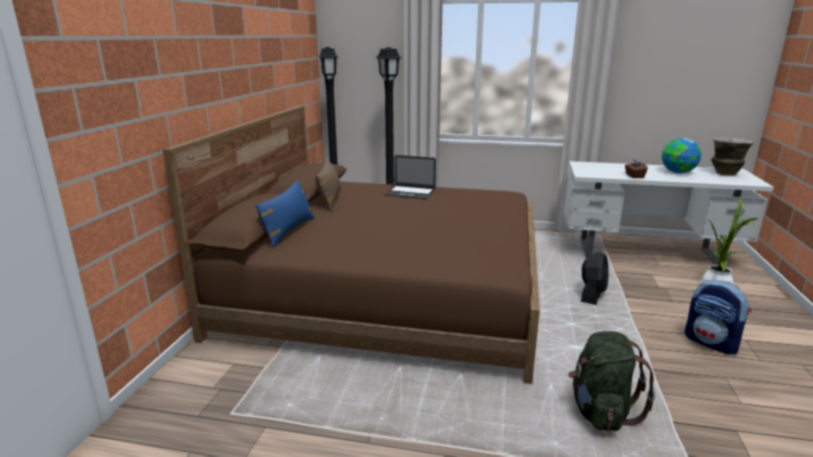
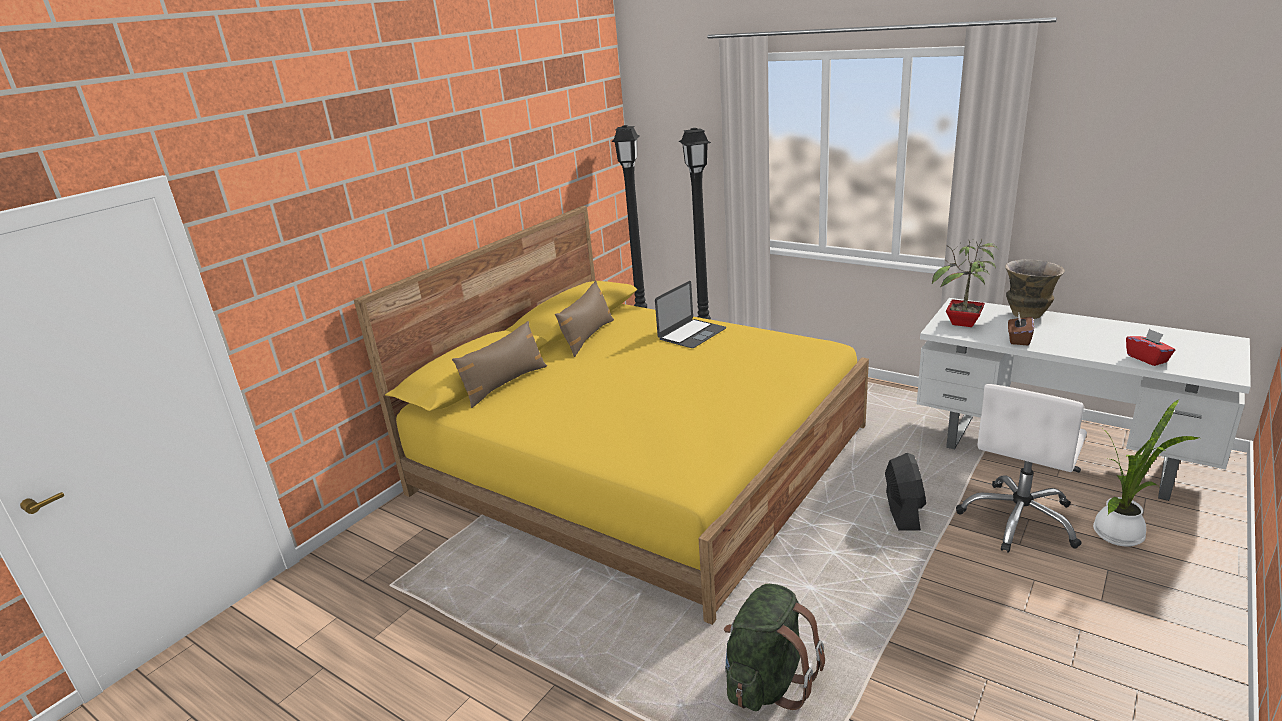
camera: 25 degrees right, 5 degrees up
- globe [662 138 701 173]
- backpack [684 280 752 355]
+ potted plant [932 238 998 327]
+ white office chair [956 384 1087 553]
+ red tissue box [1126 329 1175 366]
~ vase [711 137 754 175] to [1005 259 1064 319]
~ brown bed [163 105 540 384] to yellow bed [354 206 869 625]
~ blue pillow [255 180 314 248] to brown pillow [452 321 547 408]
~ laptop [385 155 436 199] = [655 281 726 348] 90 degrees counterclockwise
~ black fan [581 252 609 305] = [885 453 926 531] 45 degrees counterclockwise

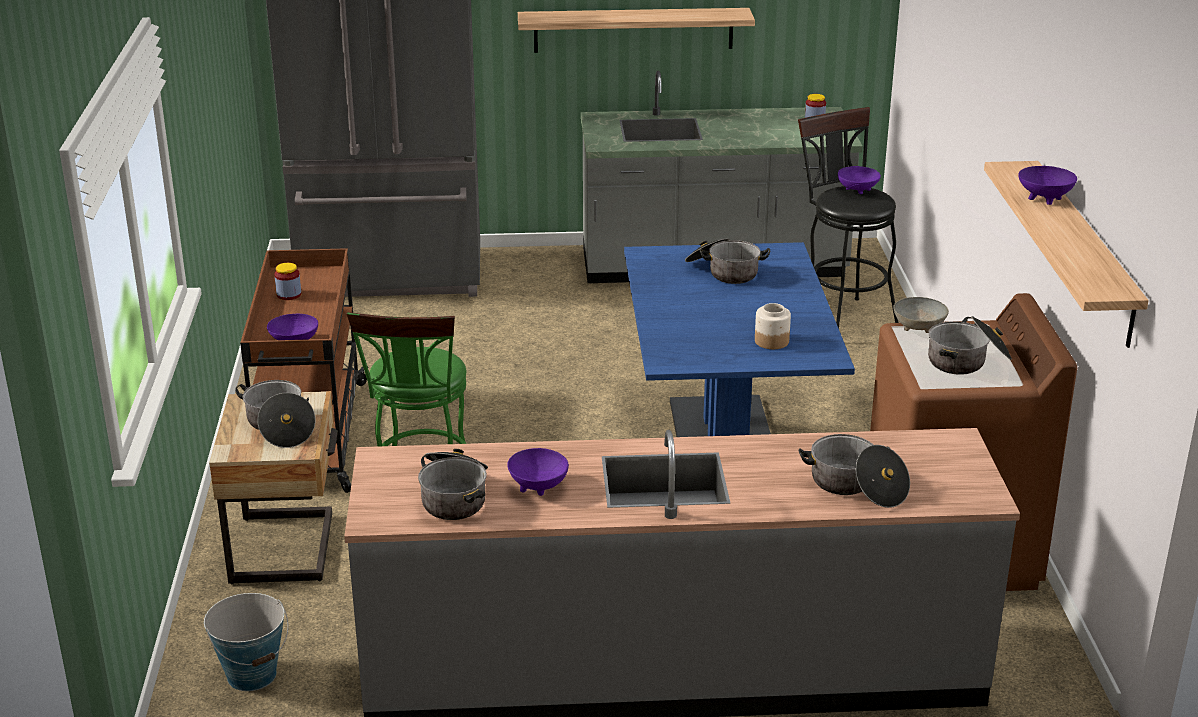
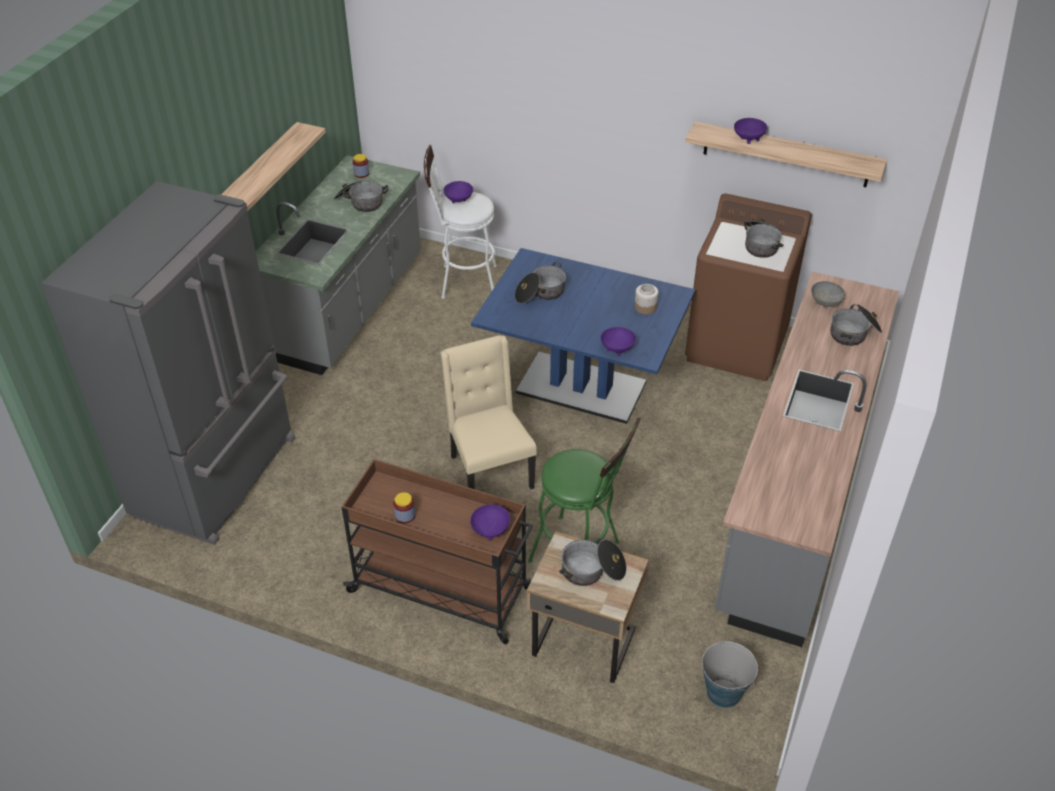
camera: 65 degrees left, 15 degrees up
+ beige chair [441 335 537 489]
~ cooking pot [418 449 488 520] to [334 181 389 212]
~ purple bowl [507 448 569 496] to [601 327 636 356]
~ grey bowl [893 297 949 333] to [811 281 845 309]
~ black stool [798 107 899 328] to white stool [424 144 497 299]

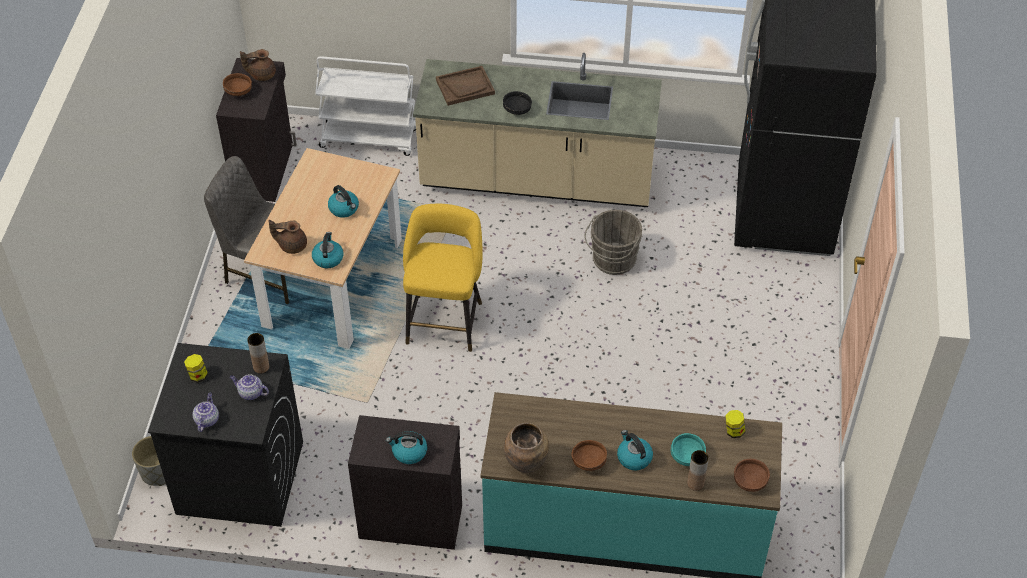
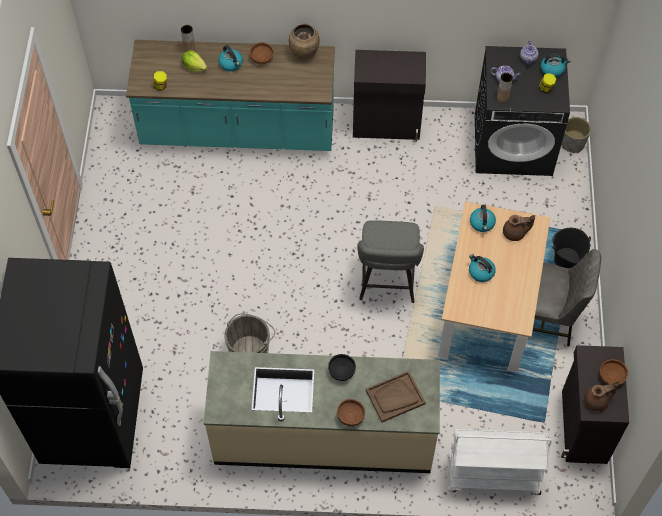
camera: 175 degrees right, 10 degrees up
+ black bucket [552 228 591 268]
~ kettle [386 431 427 464] to [541 54 570 77]
~ brown bowl [734 459 770 492] to [337 399 365 427]
~ turquoise bowl [671 433 706 466] to lettuce [182 50 207 72]
~ yellow stool [403 204 483 352] to grey stool [357 220 424 303]

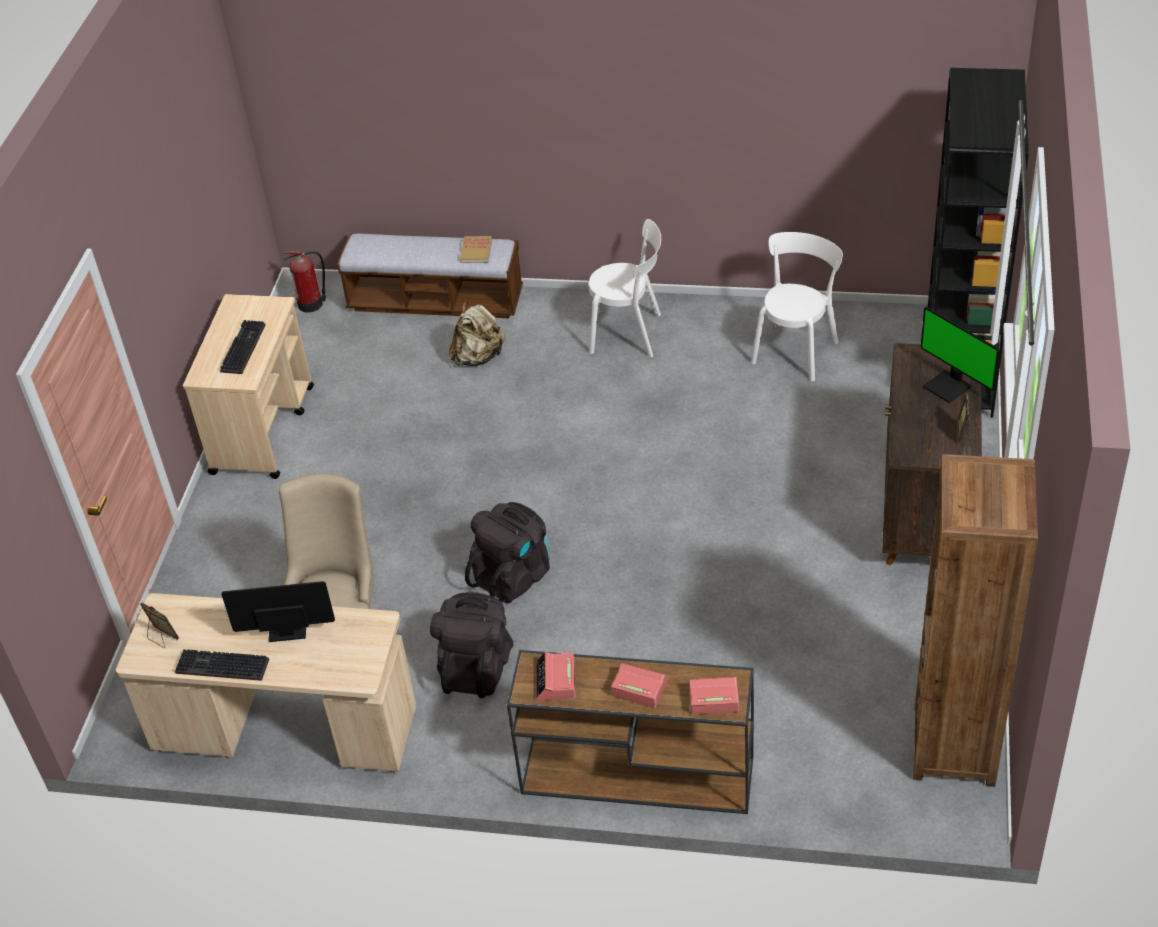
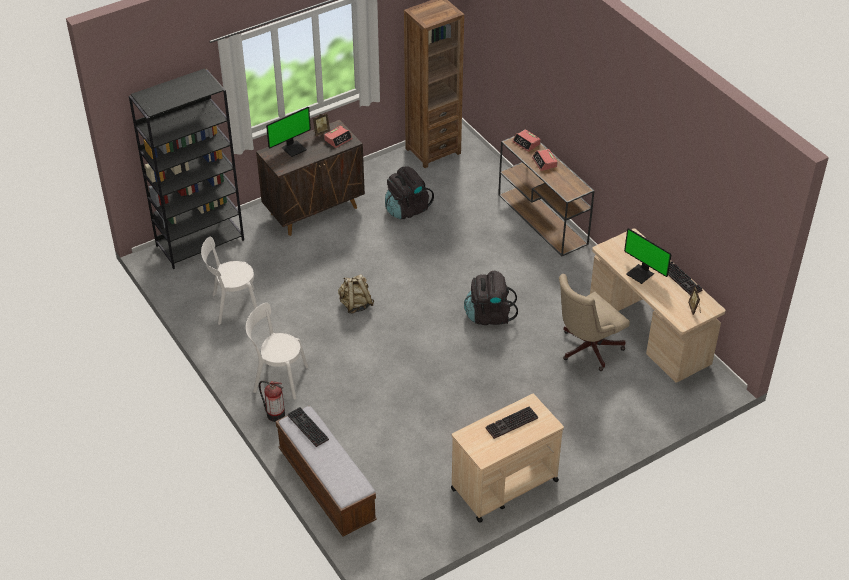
camera: 135 degrees left, 0 degrees up
~ fire extinguisher [283 251 326 313] to [259 381 285 422]
~ black backpack [430 592 513 698] to [385 166 434 219]
~ beige backpack [449 302 505 366] to [338 274 374 314]
~ alarm clock [536 652 576 701] to [324 126 353 148]
~ book [460 236 492 263] to keyboard [287 407 329 447]
~ white chair [589 219 661 357] = [246 303 308 399] 45 degrees counterclockwise
~ monitor [921 307 1000 403] = [266 107 311 157] 45 degrees clockwise

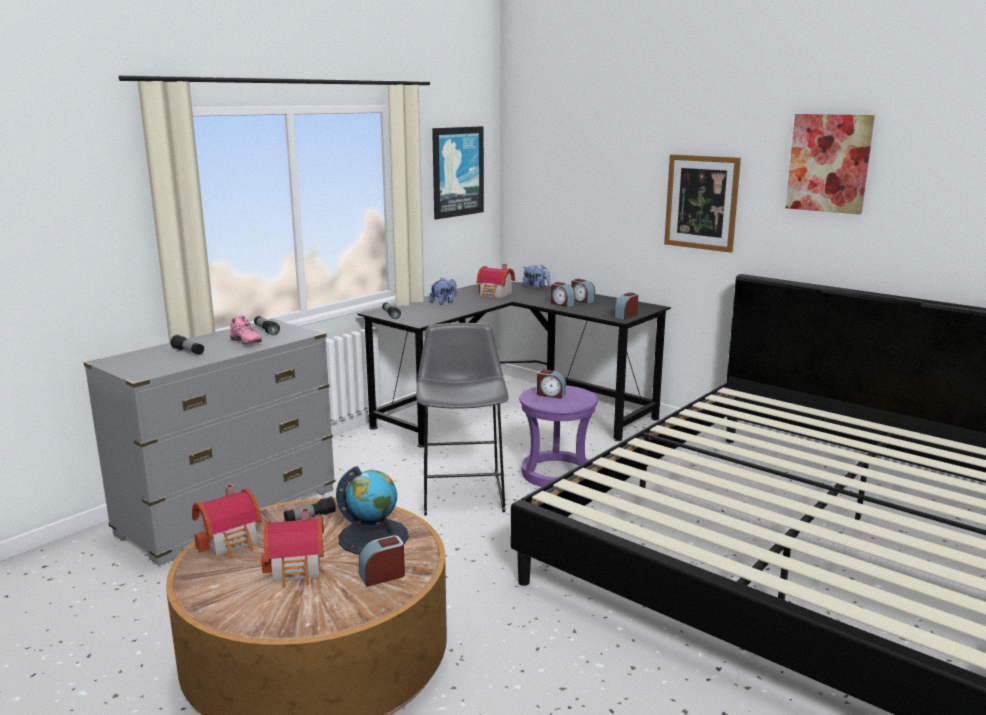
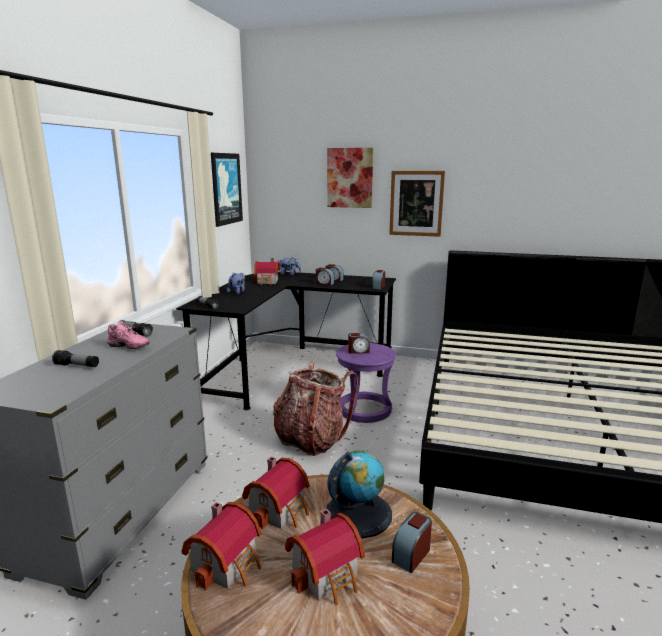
camera: 25 degrees left, 0 degrees up
~ picture [785 114 875 215] to [327 148 373 208]
~ flashlight [284 496 336 521] to toy house [242 456 310 529]
~ grey stool [416 323 509 515] to backpack [273 362 358 456]

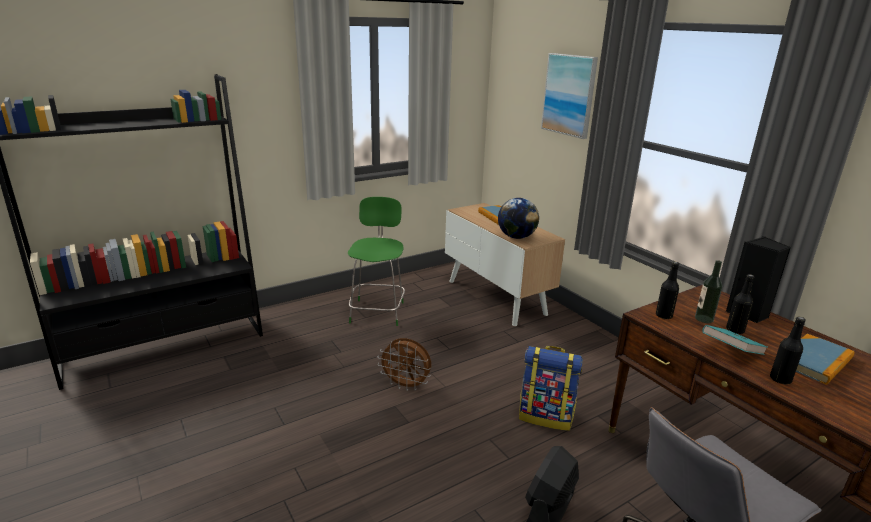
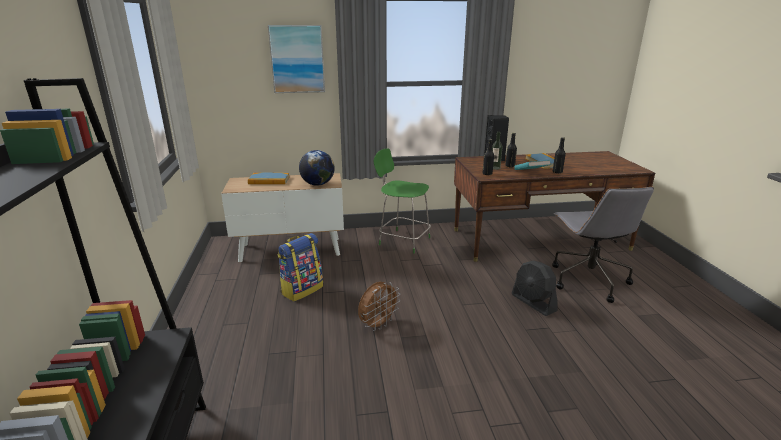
camera: 65 degrees left, 0 degrees up
~ green chair [348 197 405 326] to [374 148 431 253]
~ backpack [519 346 582 431] to [277 233 323 301]

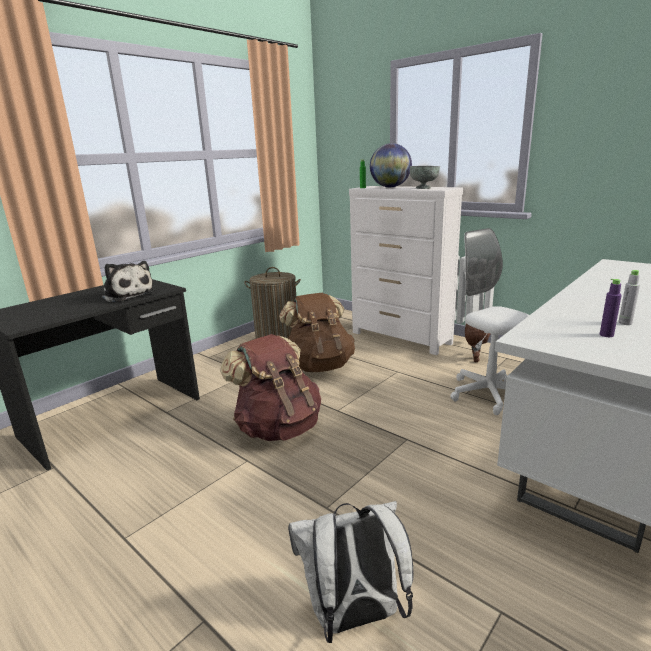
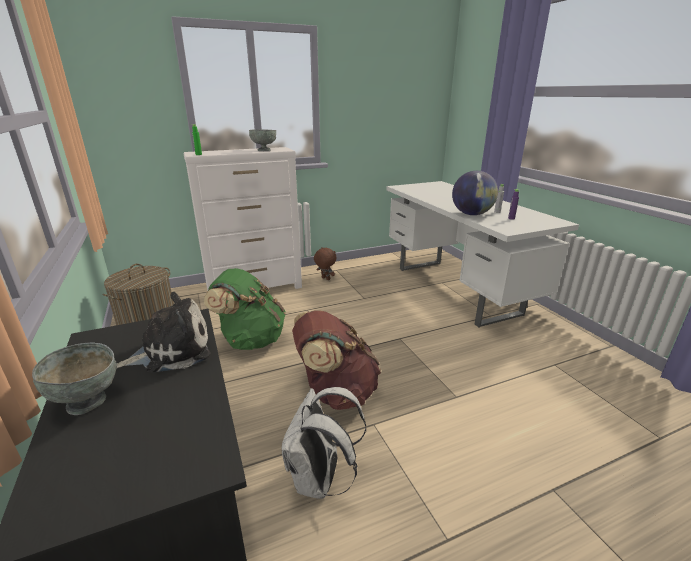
camera: 65 degrees left, 5 degrees up
- white office chair [450 228 529 415]
+ grey bowl [32 343 117 415]
~ white backpack [288 501 413 643] to [282 387 366 499]
~ globe [370 143 412 187] to [452 171 498 215]
~ brown backpack [279 293 355 372] to green backpack [204 268 286 350]

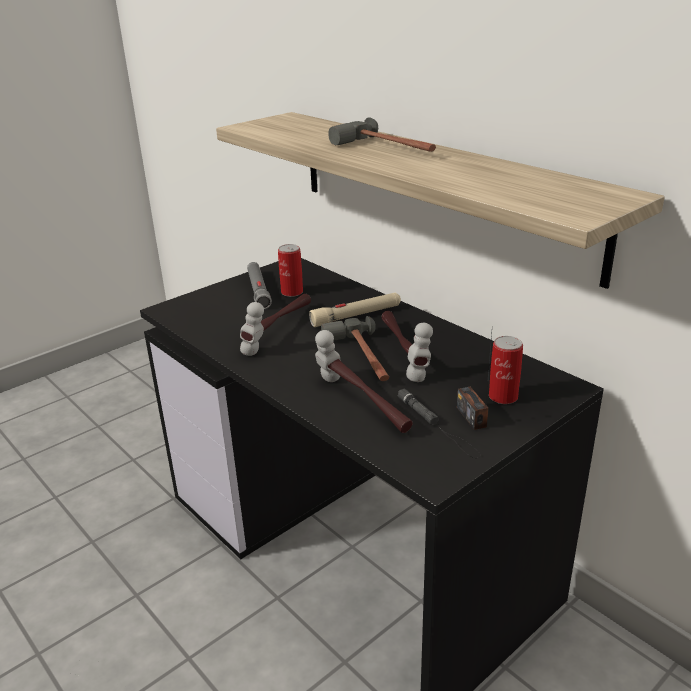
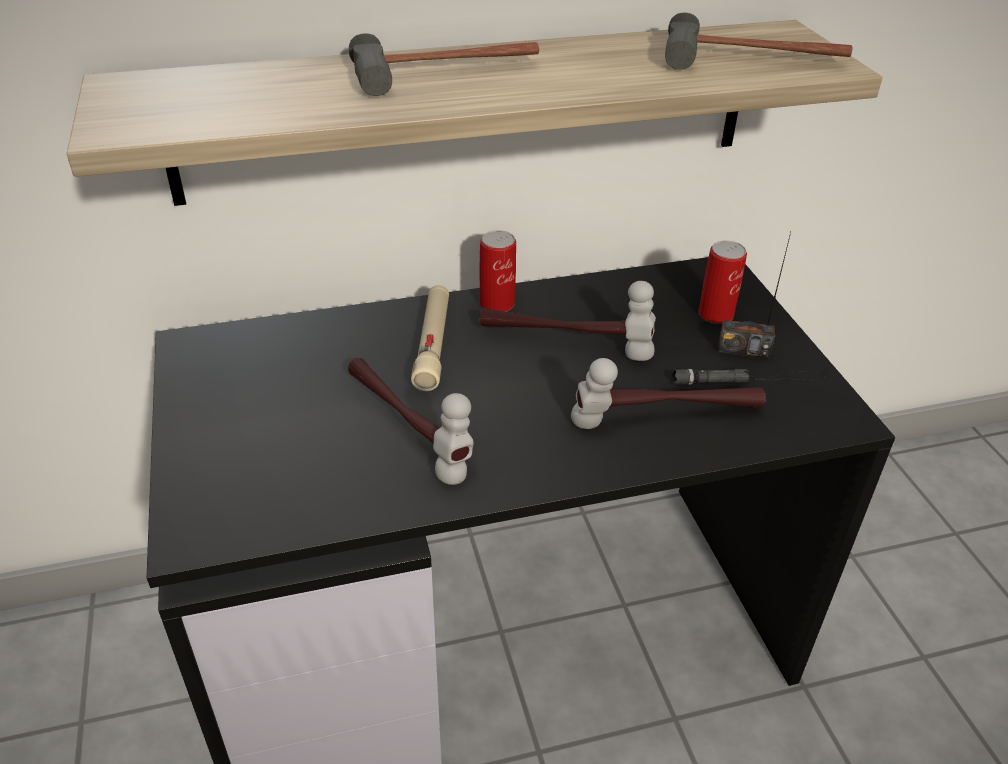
camera: 65 degrees left, 10 degrees up
- grey flashlight [247 262 272 309]
~ can [278 244 303 297] to [479 230 516 312]
~ hammer [321 316 389 381] to [665 13 852 70]

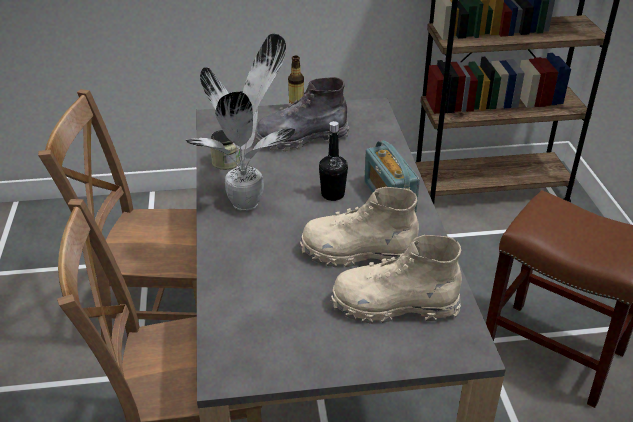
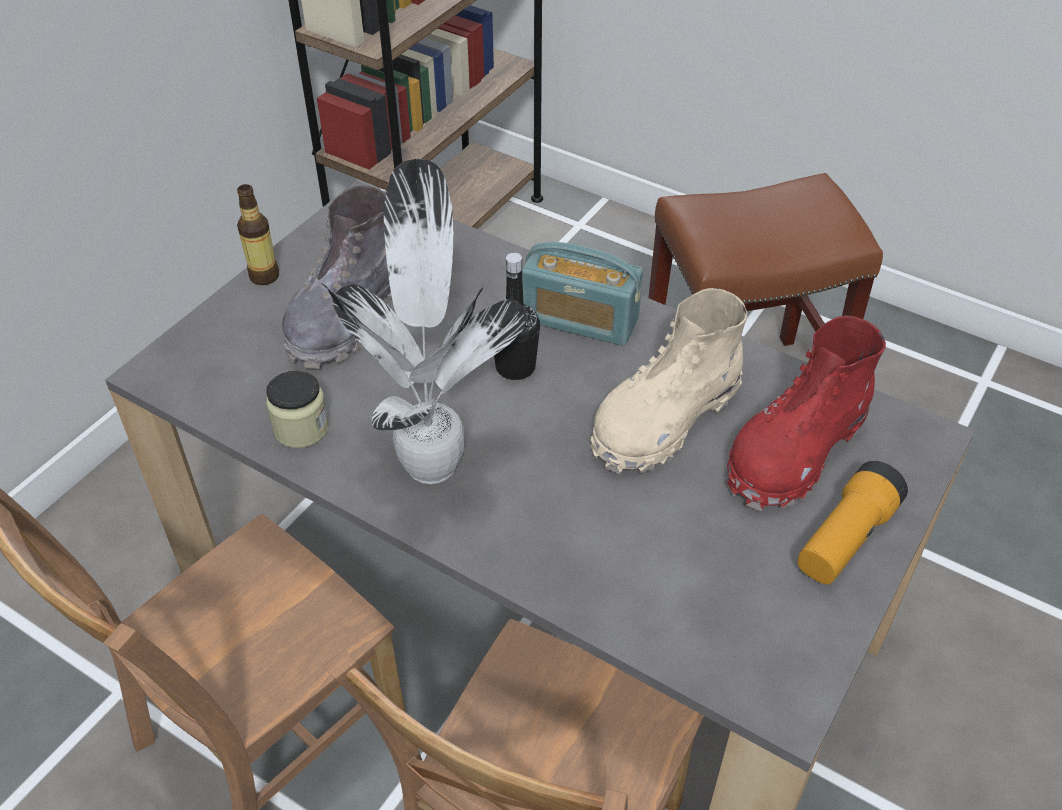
camera: 50 degrees left, 10 degrees up
+ flashlight [797 461 908 585]
~ beige boot [331 235 462 324] to red boot [727 316 886 511]

